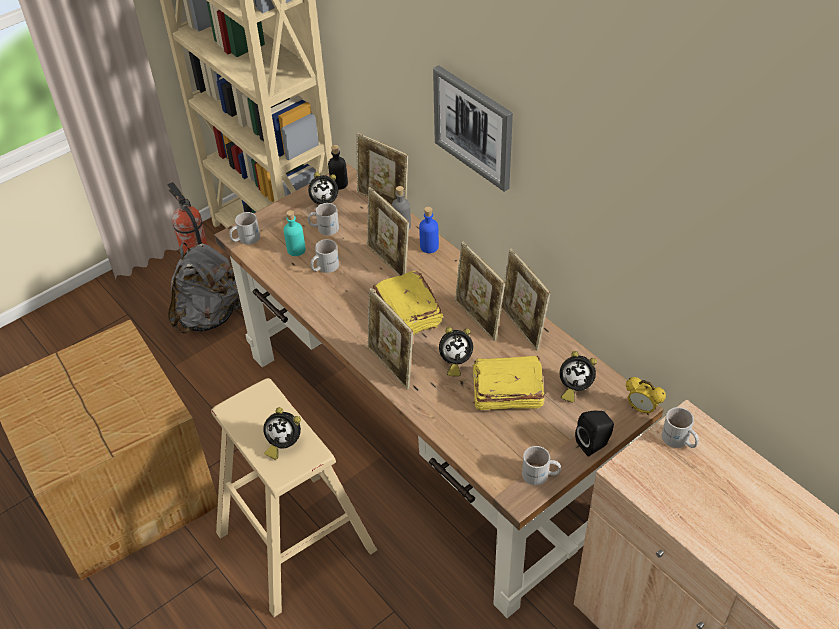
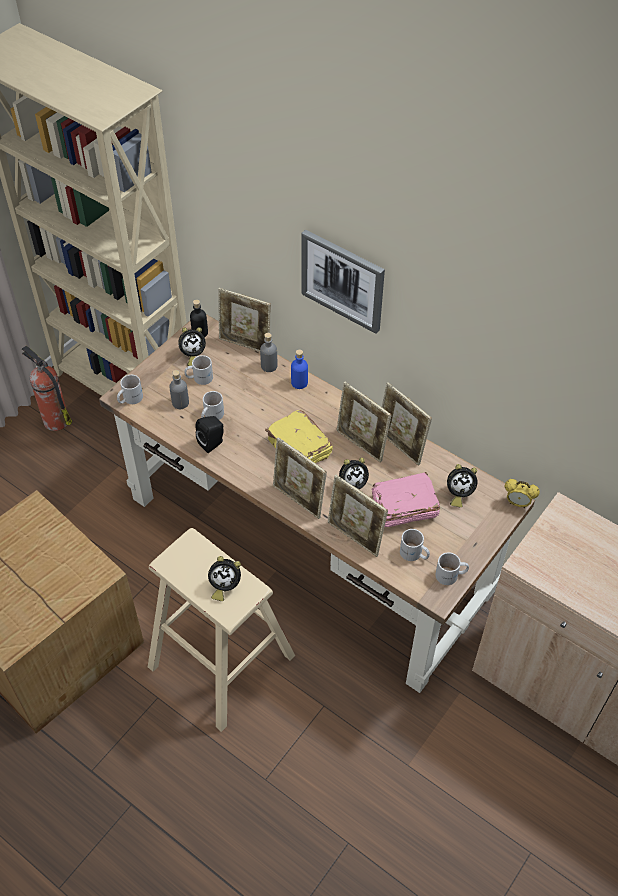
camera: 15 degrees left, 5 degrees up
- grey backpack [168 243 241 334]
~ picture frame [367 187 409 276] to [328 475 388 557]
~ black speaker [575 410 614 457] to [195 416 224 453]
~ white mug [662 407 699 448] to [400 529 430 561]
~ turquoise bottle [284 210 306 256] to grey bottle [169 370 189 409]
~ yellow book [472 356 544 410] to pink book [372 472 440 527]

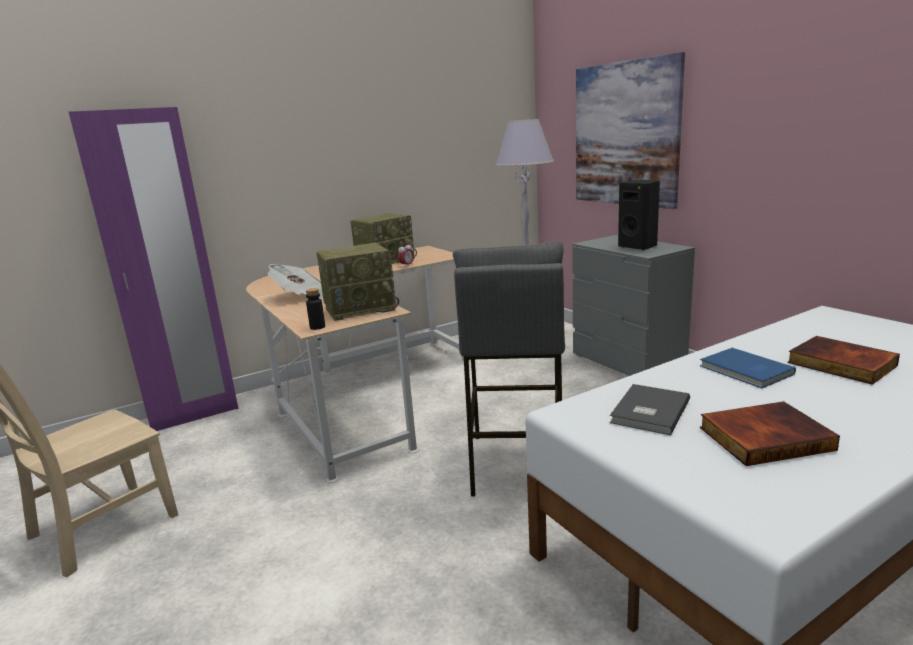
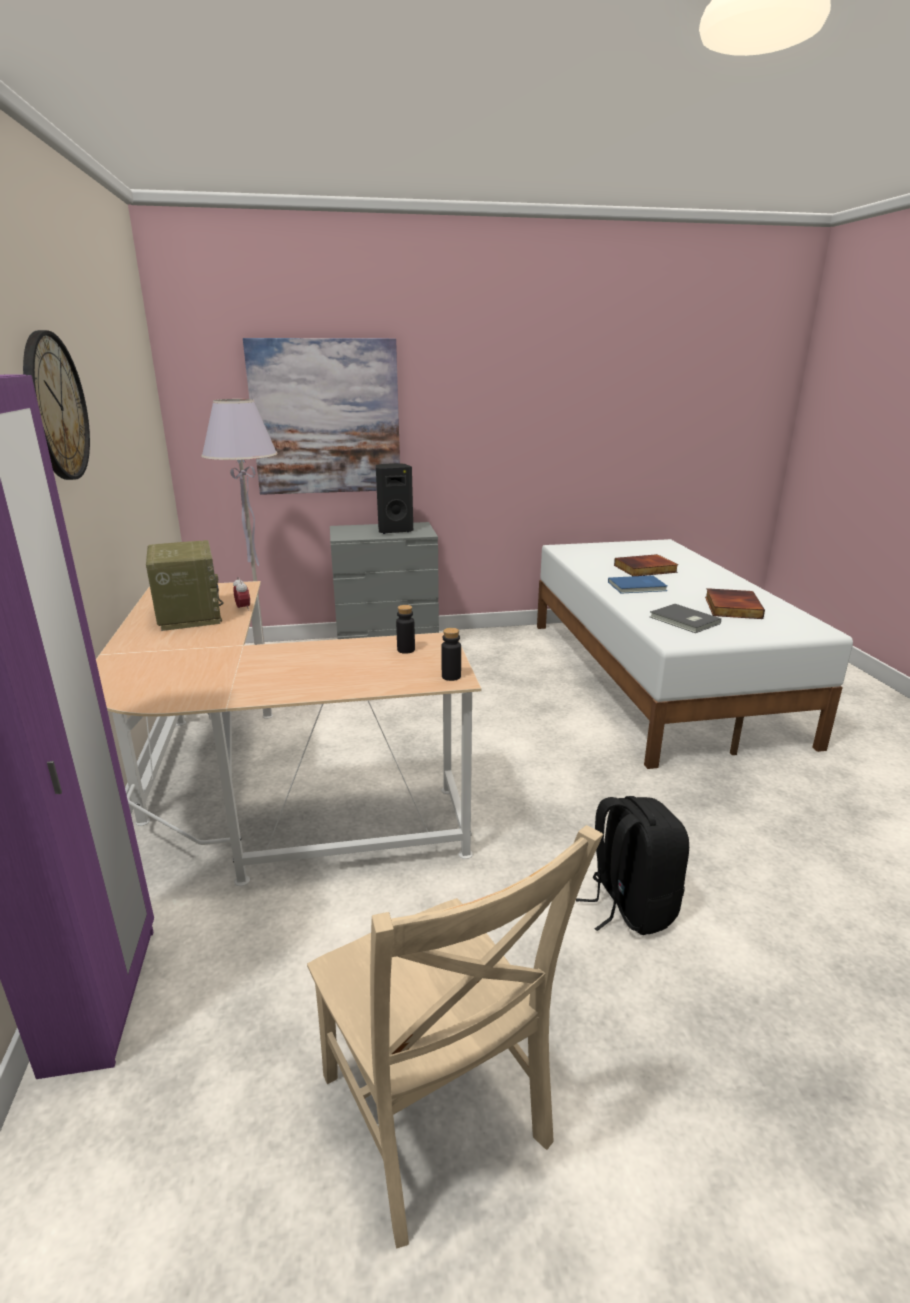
camera: 70 degrees left, 5 degrees up
- newspaper [268 264 323 299]
- grey stool [453 241 565 496]
+ wall clock [23 330 90 480]
+ black backpack [576 796 689 935]
~ radio [316 243 399 321] to black bottle [396 605 415 654]

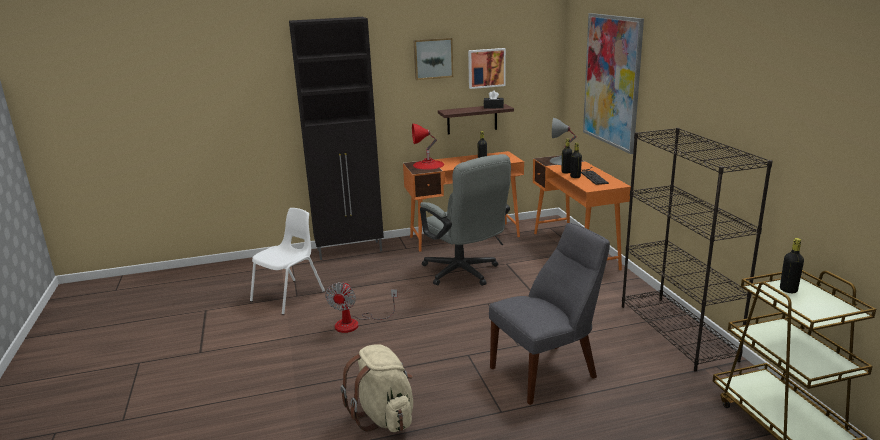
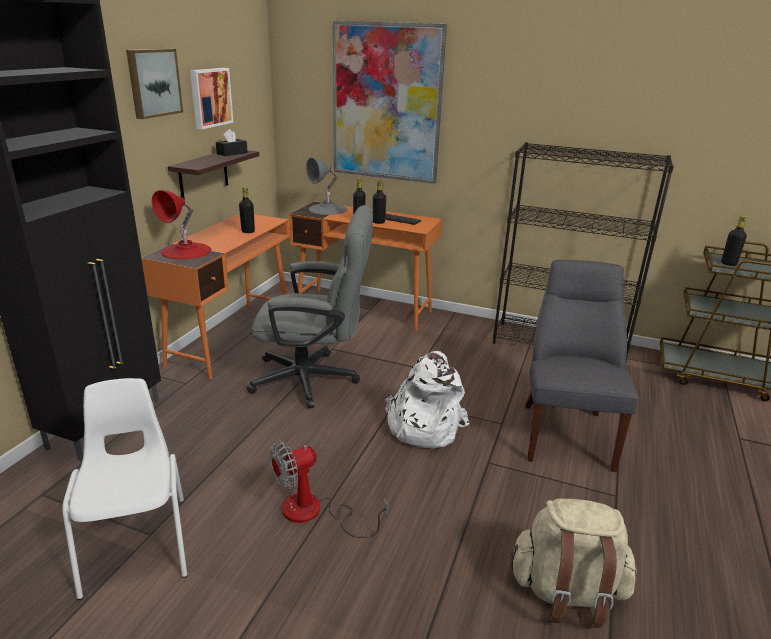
camera: 55 degrees left, 5 degrees up
+ white backpack [385 351 469 448]
~ fan [325 282 398 333] = [270 440 389 538] 105 degrees clockwise

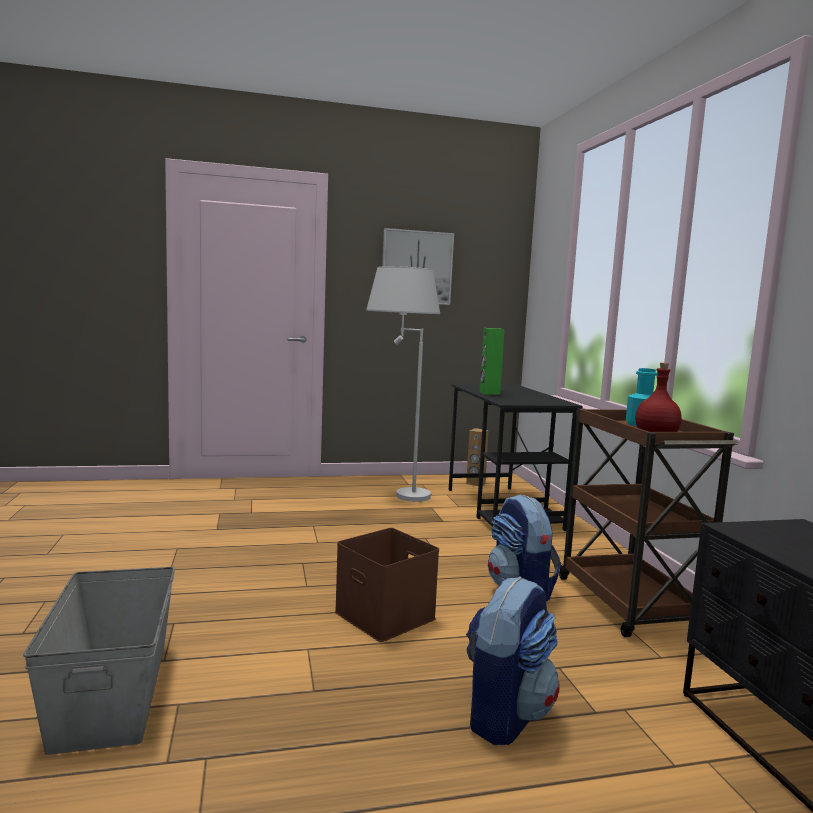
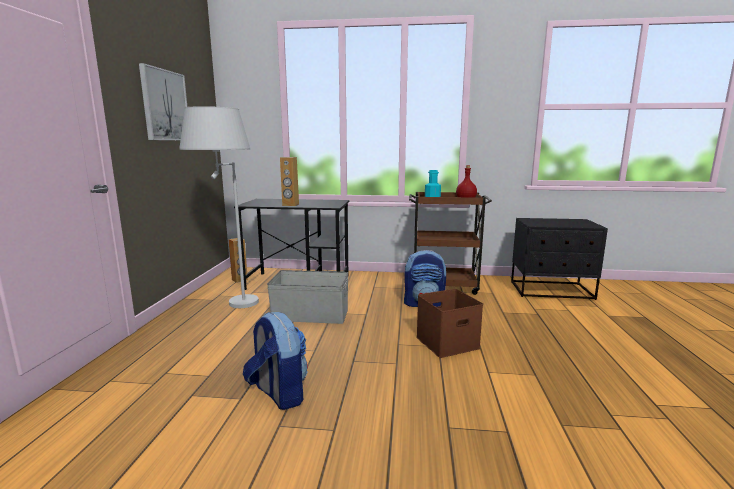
camera: 70 degrees left, 5 degrees up
~ grey storage box [23 567 175 755] to [267 270 348 324]
~ backpack [466 576 560 745] to [243 312 308 410]
~ green speaker [480 328 505 395] to brown speaker [280 157 299 206]

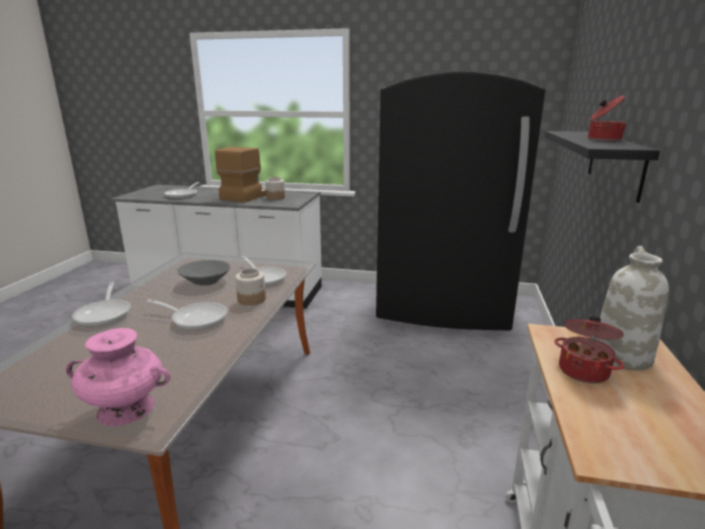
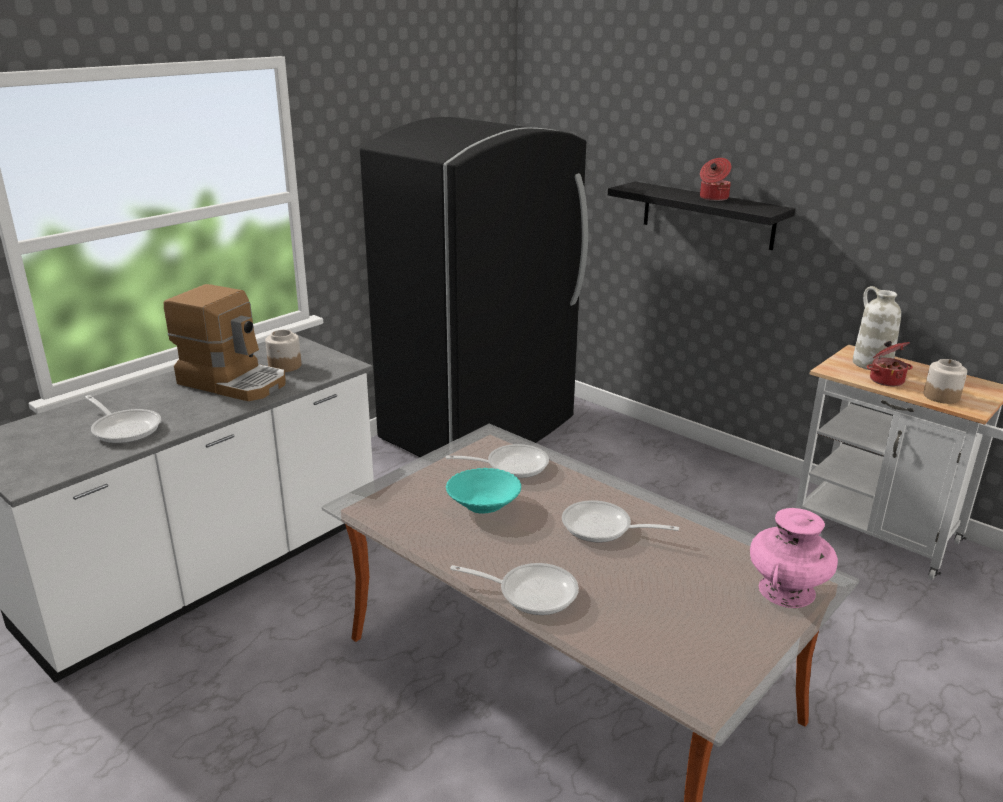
camera: 60 degrees left, 5 degrees up
~ jar [235 268 266 306] to [923 359 967 404]
~ grey bowl [178 260 230 286] to turquoise bowl [446 468 521 513]
~ frying pan [147 299 227 330] = [562 500 679 543] 120 degrees counterclockwise
~ coffee machine [215 147 266 203] = [164 284 286 401] 150 degrees clockwise

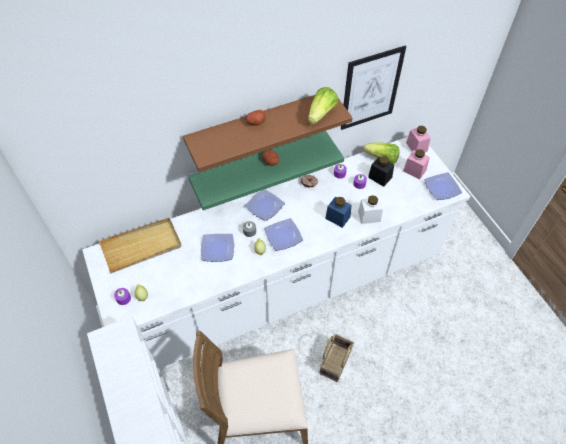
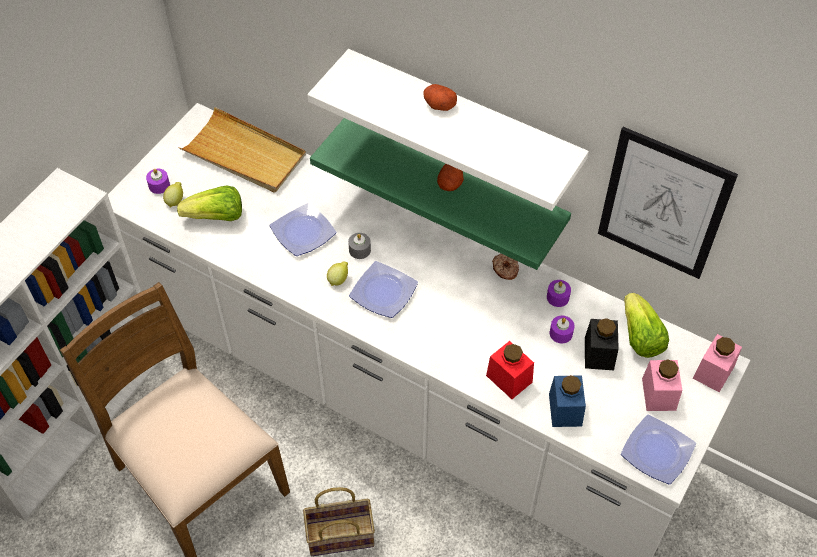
camera: 55 degrees right, 0 degrees up
- plate [245 189 285 221]
~ lettuce [308 87 338 124] to [177 185 242 221]
~ blue jar [325 197 351 228] to [549 375 586 427]
~ brown shelf [183 95 353 172] to white shelf [307 49 589 211]
~ white jar [358 195 383 224] to red jar [486 341 534 399]

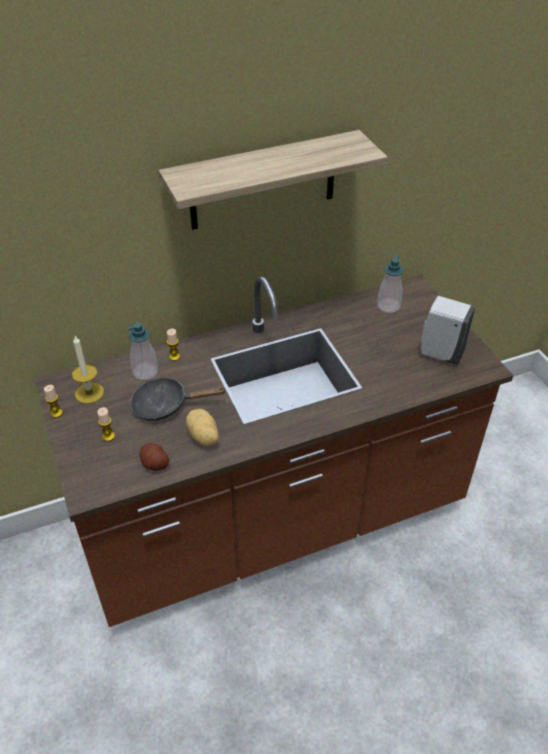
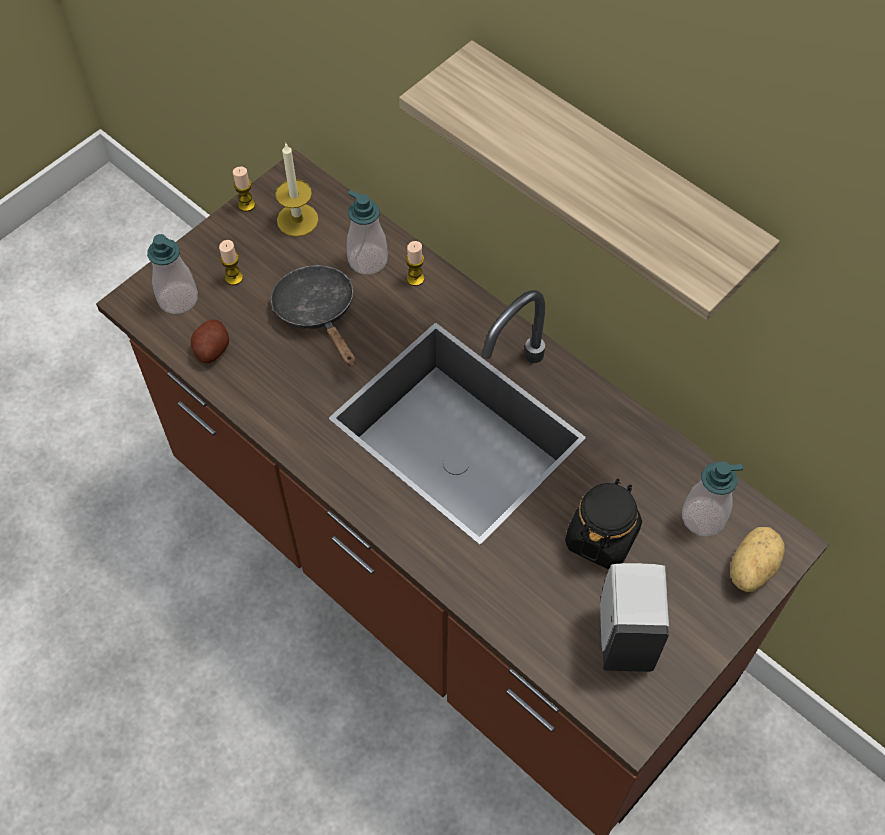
camera: 65 degrees right, 15 degrees up
+ soap dispenser [147 234 198 314]
+ black jar [565 479 642 569]
~ potato [186 409 219 447] to [730 527 785 592]

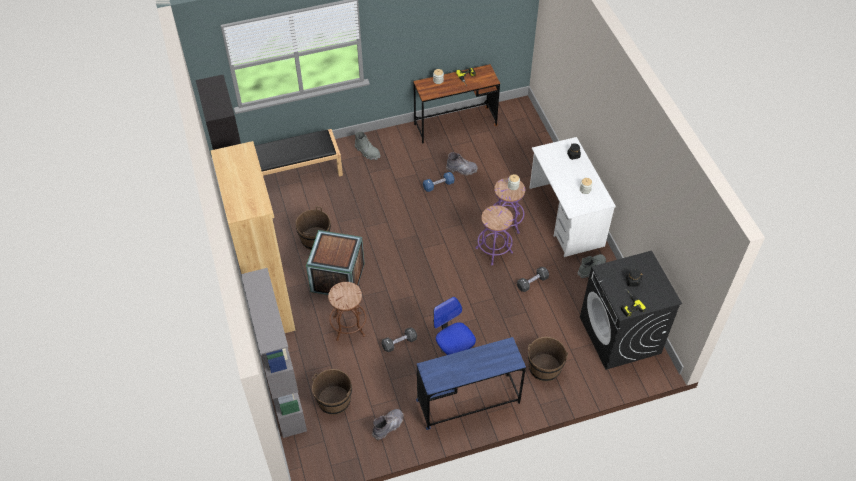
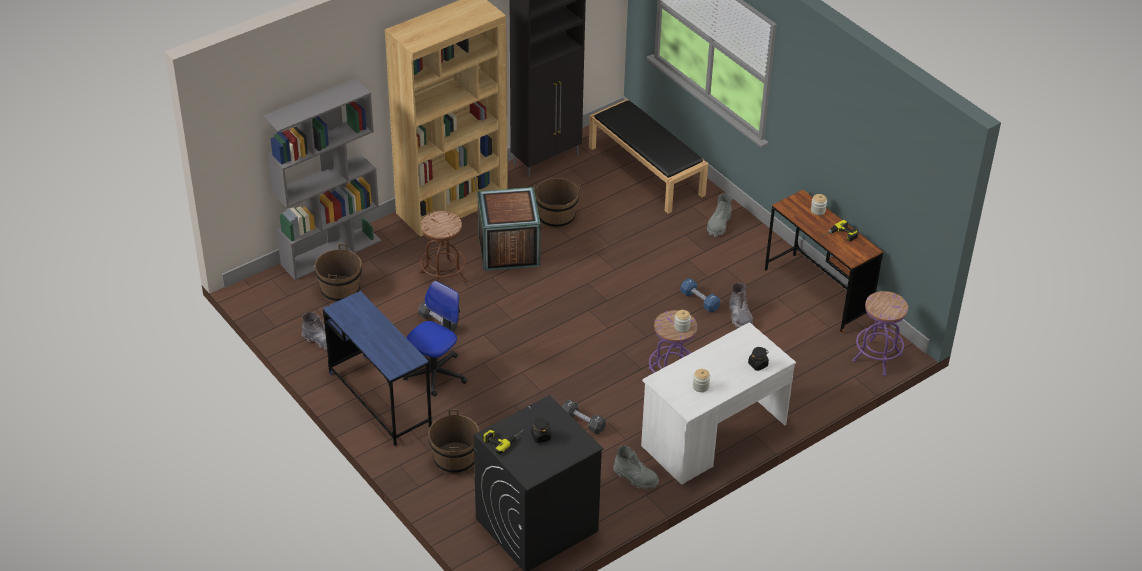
camera: 70 degrees right, 10 degrees down
~ purple stool [475 205 513 265] to [852 291 908 376]

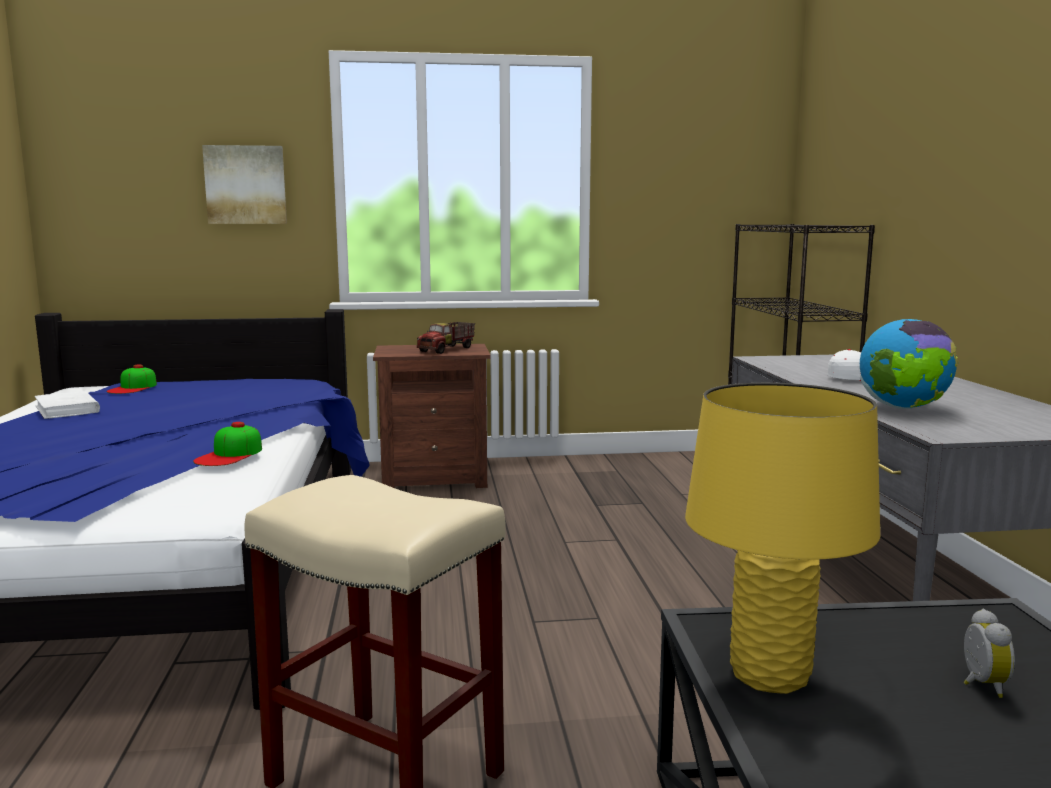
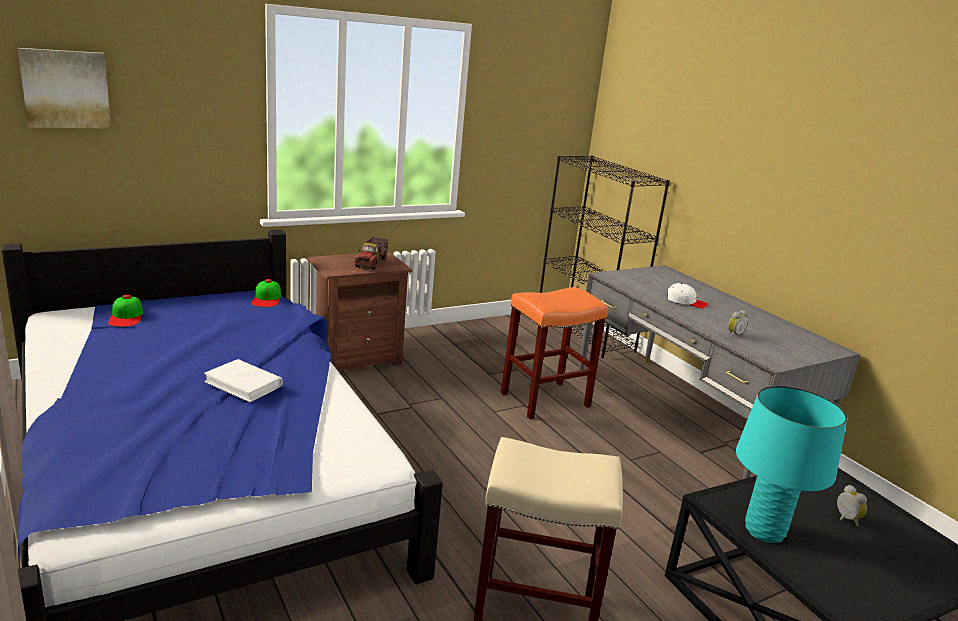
camera: 25 degrees left, 10 degrees up
+ orange stool [501 287 608 419]
~ white book [34 391 100 419] to [204 359 283 402]
~ cap [193 422 262 466] to [252 279 281 307]
~ picture [202 145 287 224] to [18 48 111 129]
~ globe [860 319 959 409] to alarm clock [728 310 748 337]
~ yellow table lamp [685 383 880 694] to turquoise table lamp [736 386 847 543]

